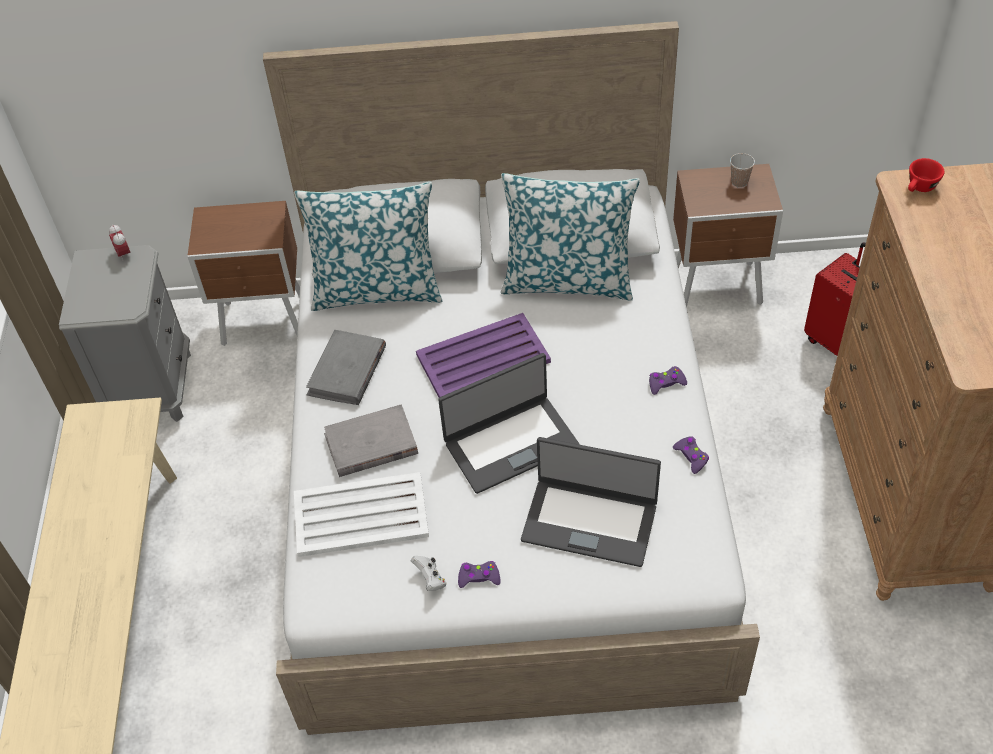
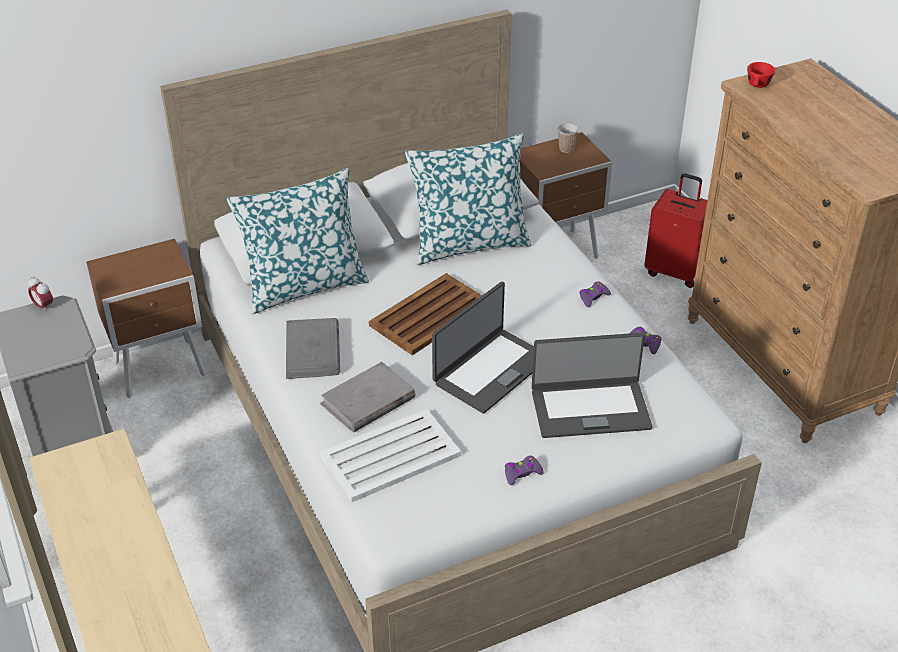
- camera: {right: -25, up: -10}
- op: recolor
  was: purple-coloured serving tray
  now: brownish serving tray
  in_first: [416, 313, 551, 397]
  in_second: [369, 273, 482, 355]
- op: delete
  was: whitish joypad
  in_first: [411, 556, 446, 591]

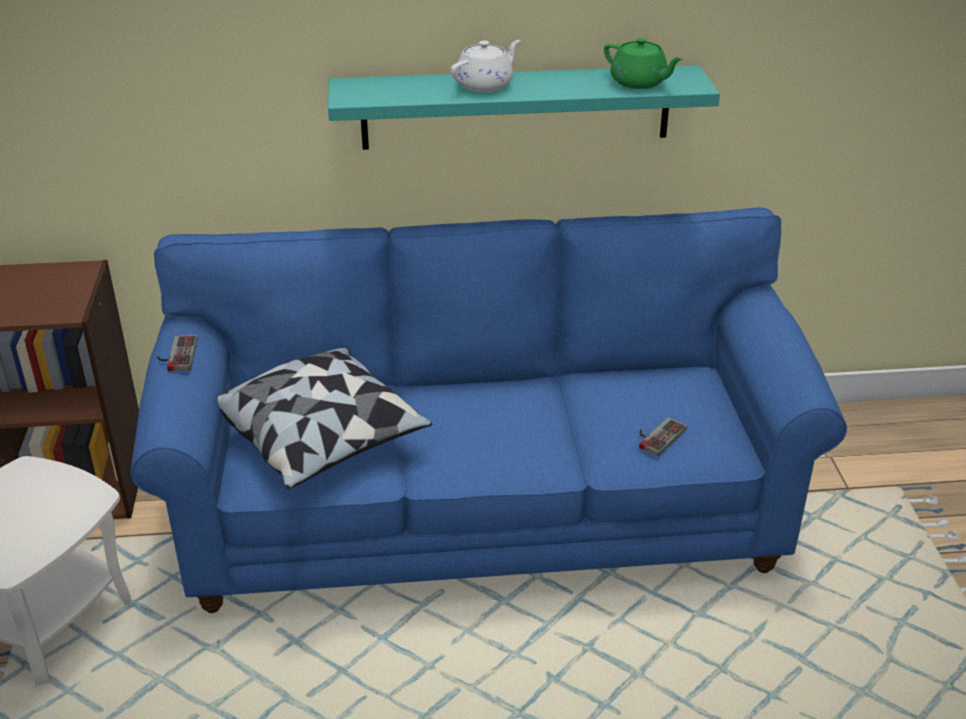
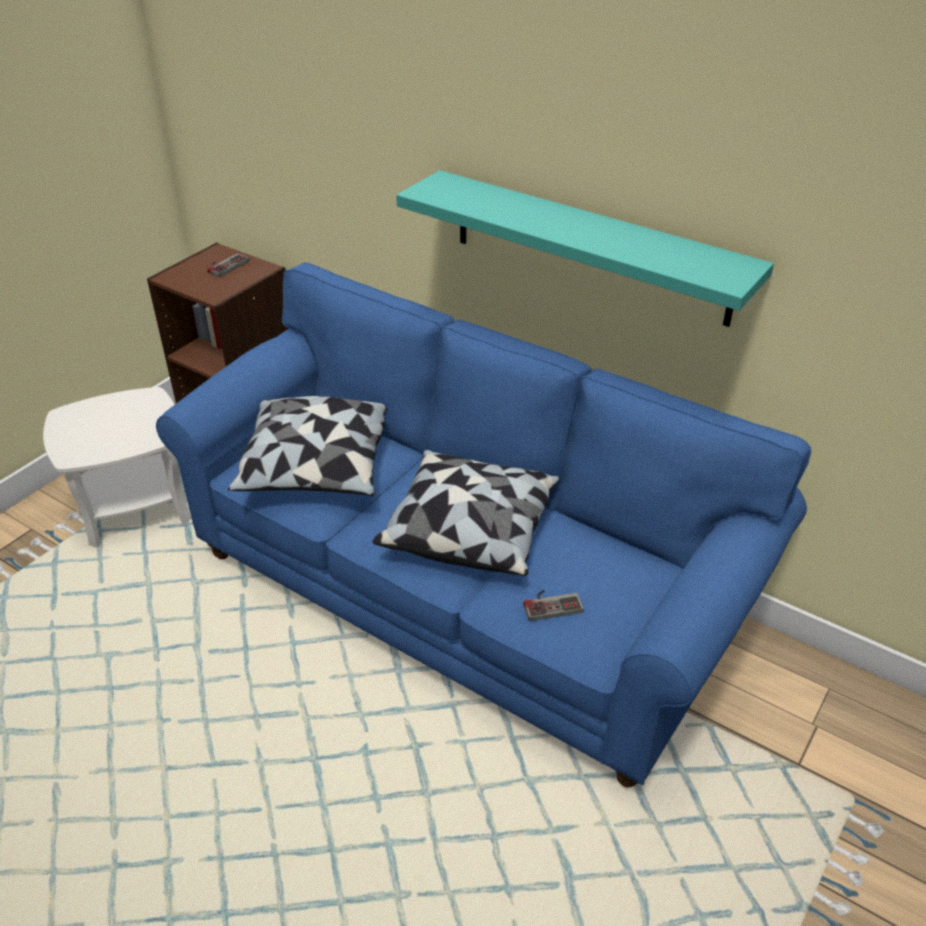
- camera: {right: 40, up: 5}
- op: move
  was: joypad
  in_first: [157, 335, 198, 371]
  in_second: [207, 253, 249, 277]
- op: insert
  now: cushion
  in_second: [372, 450, 560, 576]
- op: delete
  was: whitish pot for tea
  in_first: [451, 40, 521, 92]
- op: delete
  was: green pot for tea
  in_first: [604, 38, 683, 89]

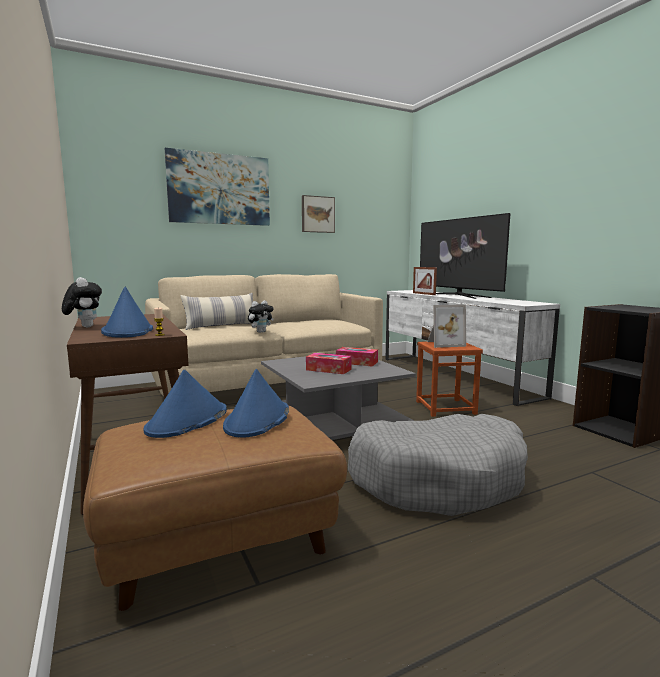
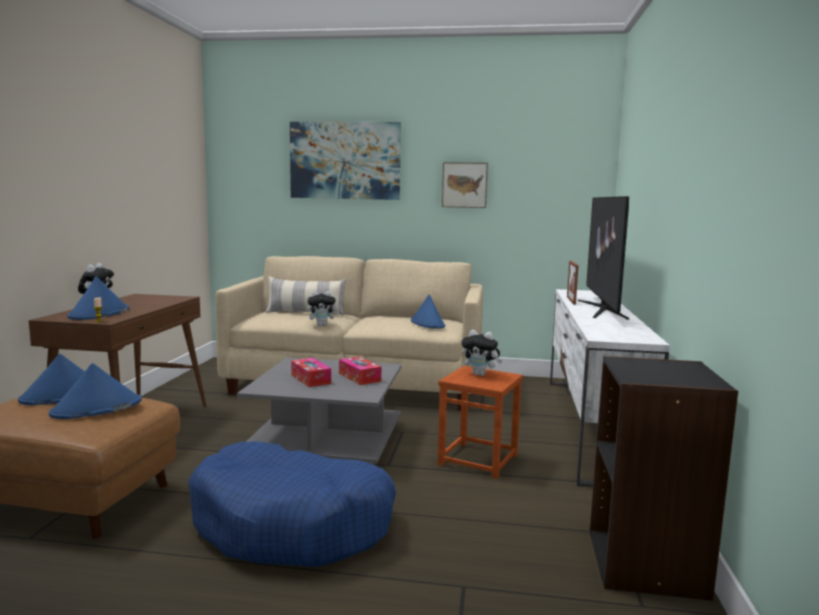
- camera: {right: 35, up: 0}
- op: recolor
  was: greyish dog bed
  now: bluish dog bed
  in_first: [348, 414, 528, 516]
  in_second: [188, 442, 396, 567]
- op: insert
  now: bluish hat
  in_second: [411, 294, 445, 329]
- op: replace
  was: standing frame
  now: plush toy
  in_first: [427, 304, 466, 348]
  in_second: [462, 330, 502, 376]

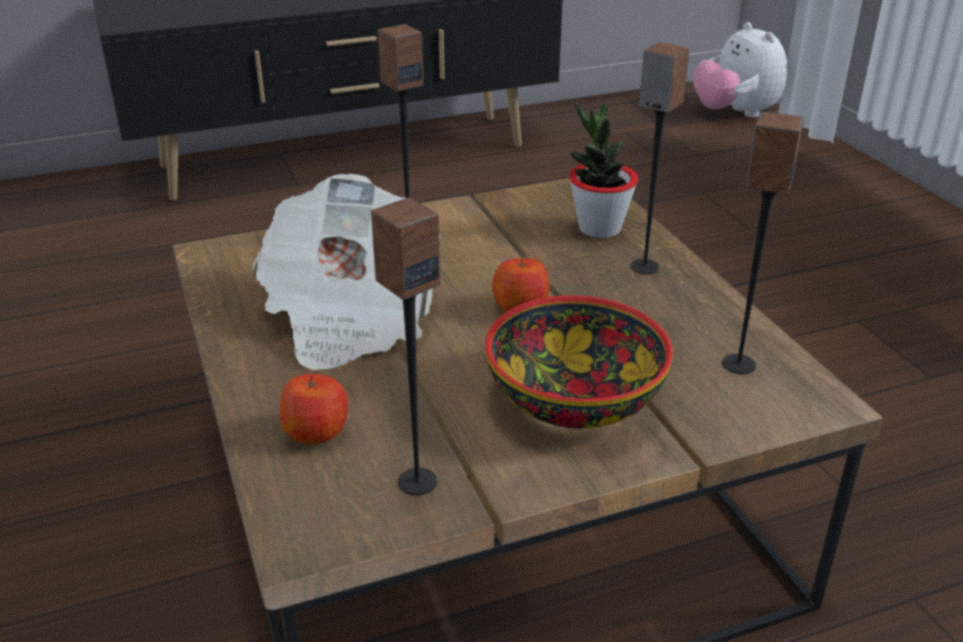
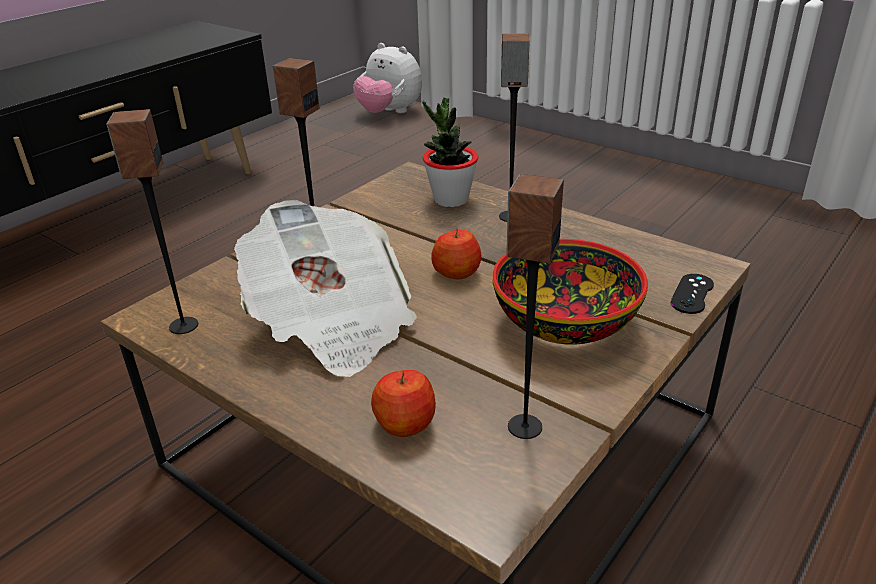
- camera: {right: -30, up: 0}
- op: move
  was: audio speaker
  in_first: [722, 112, 804, 374]
  in_second: [106, 109, 198, 334]
- op: insert
  now: blackish joypad
  in_second: [671, 274, 714, 314]

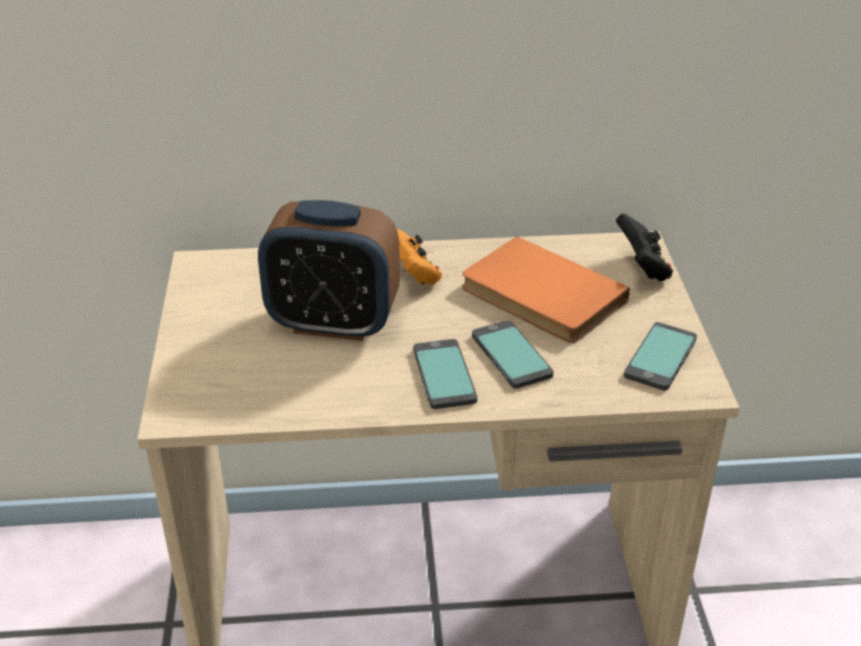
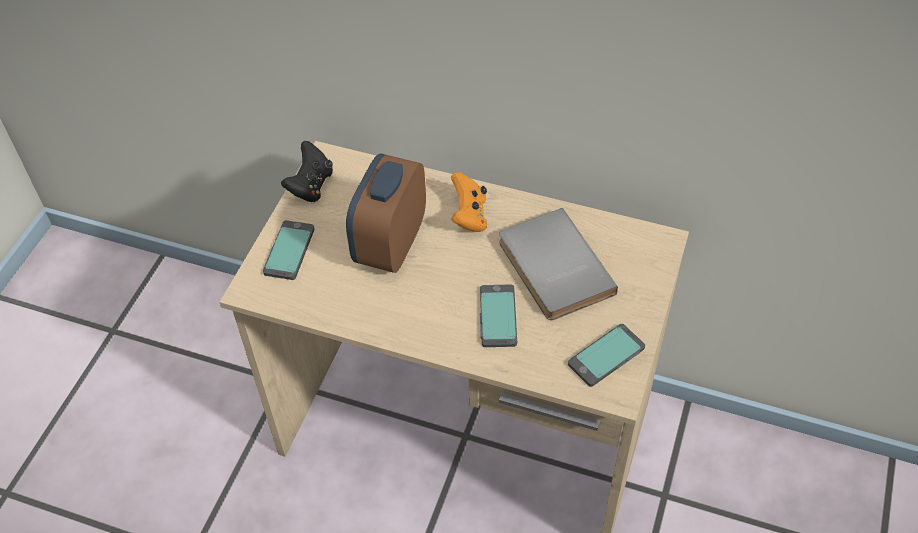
- camera: {right: 25, up: 15}
- op: move
  was: handset
  in_first: [413, 339, 477, 409]
  in_second: [263, 220, 315, 280]
- op: move
  was: blackish joypad
  in_first: [616, 214, 673, 281]
  in_second: [281, 141, 333, 202]
- op: rotate
  was: table clock
  in_first: [258, 200, 400, 341]
  in_second: [346, 154, 426, 273]
  clockwise: 75
- op: recolor
  was: orange-coloured volume
  now: greyish volume
  in_first: [462, 237, 630, 343]
  in_second: [499, 208, 618, 320]

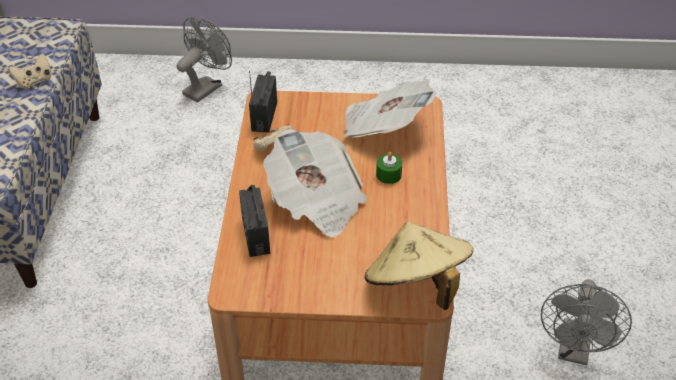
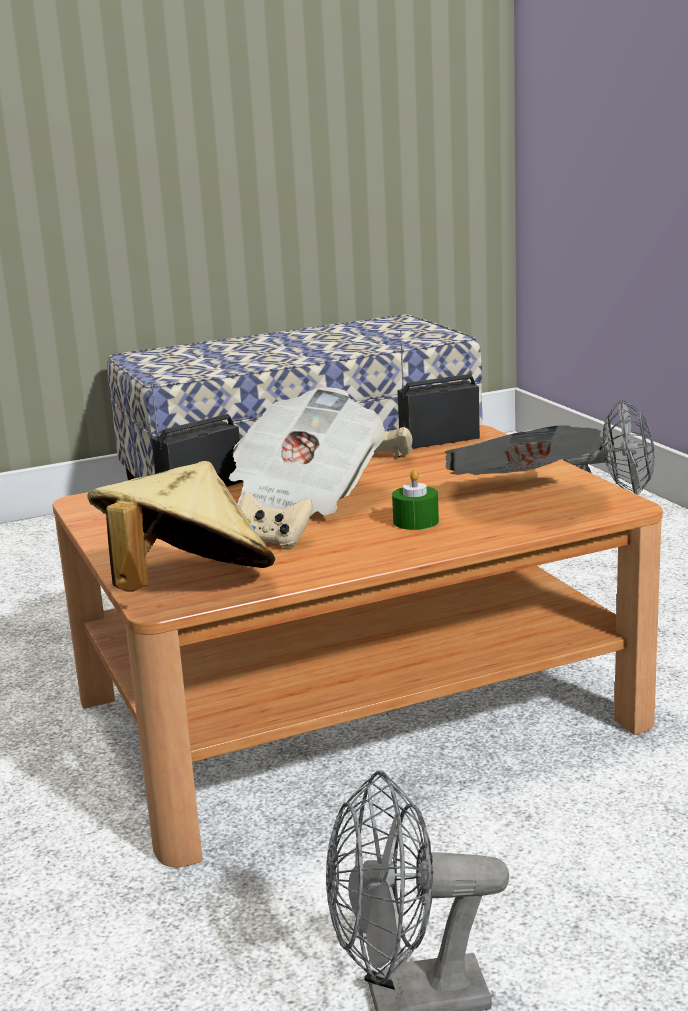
- camera: {right: 65, up: -25}
- op: move
  was: sand-coloured joypad
  in_first: [8, 53, 52, 89]
  in_second: [239, 492, 314, 547]

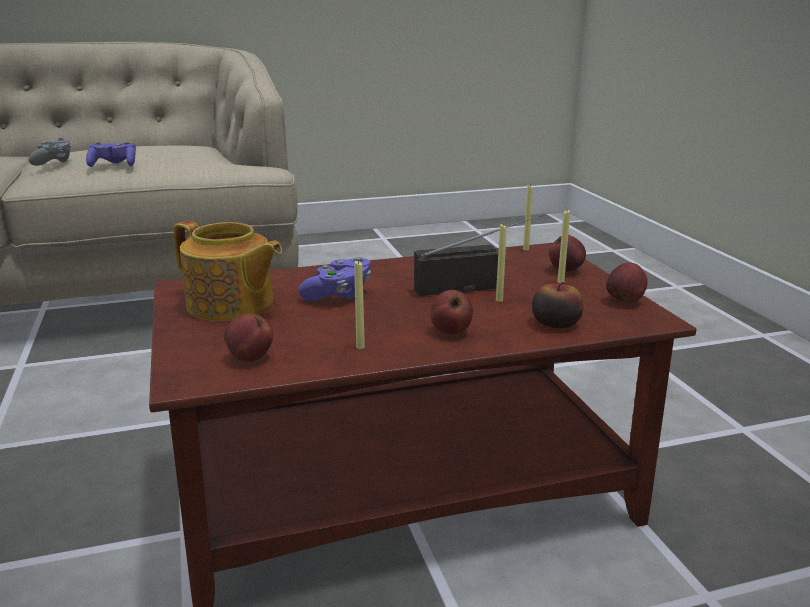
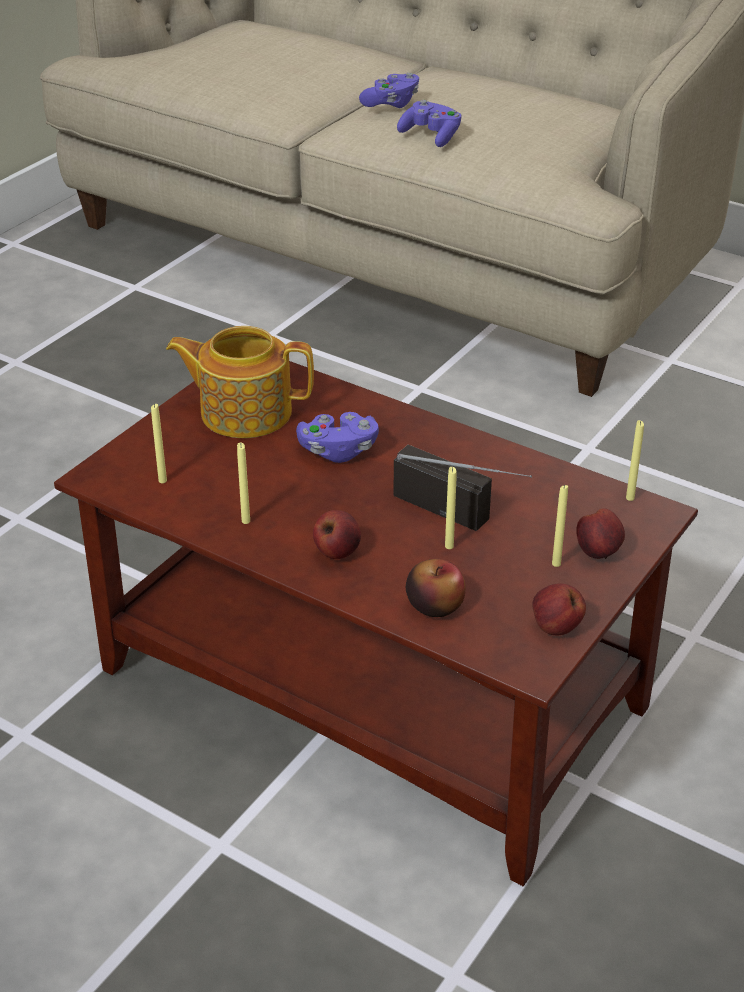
- camera: {right: 50, up: 15}
- op: replace
  was: apple
  now: yellowish wax candle
  in_first: [224, 313, 273, 362]
  in_second: [151, 404, 167, 483]
- op: rotate
  was: pot for tea
  in_first: [173, 221, 282, 321]
  in_second: [166, 326, 314, 438]
  clockwise: 105
- op: recolor
  was: greyish joypad
  now: purple-coloured joypad
  in_first: [29, 137, 72, 166]
  in_second: [359, 73, 419, 108]

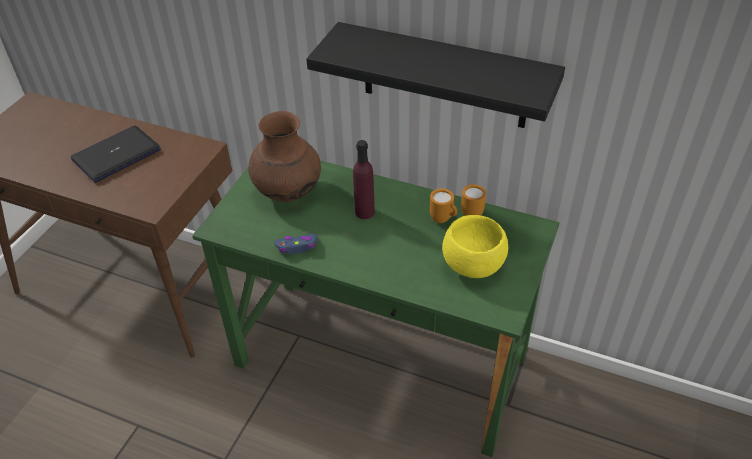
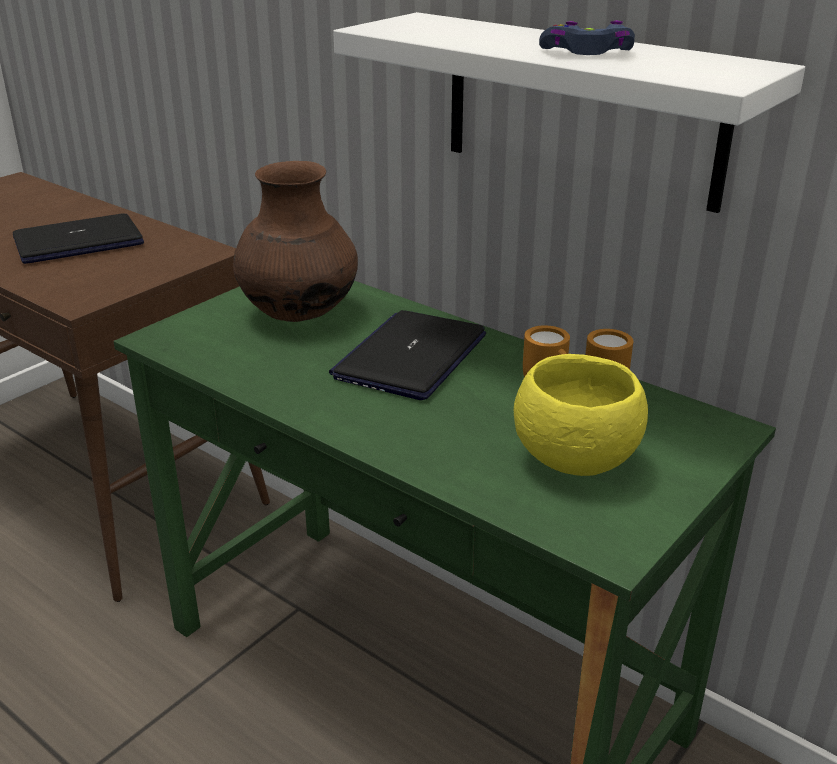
- camera: {right: 15, up: -15}
- op: replace
  was: purple-coloured bottle
  now: laptop
  in_first: [353, 140, 375, 219]
  in_second: [329, 310, 486, 400]
- op: recolor
  was: blackish bracket shelf
  now: whitish bracket shelf
  in_first: [306, 22, 565, 128]
  in_second: [333, 12, 805, 213]
- op: move
  was: bluish joypad
  in_first: [274, 234, 318, 254]
  in_second: [539, 20, 635, 55]

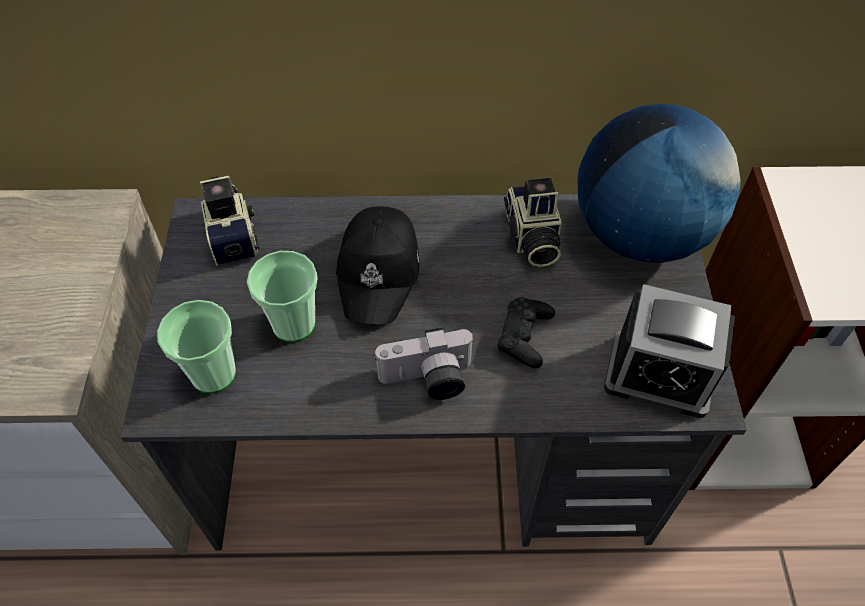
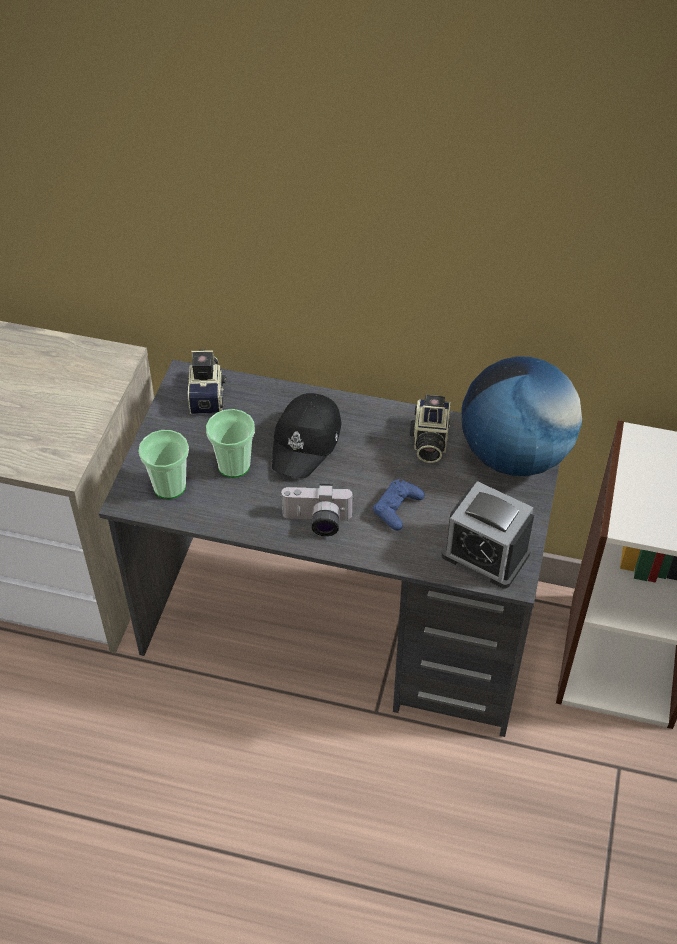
- camera: {right: 15, up: -5}
- op: recolor
  was: blackish joypad
  now: bluish joypad
  in_first: [497, 297, 555, 368]
  in_second: [373, 479, 425, 531]

